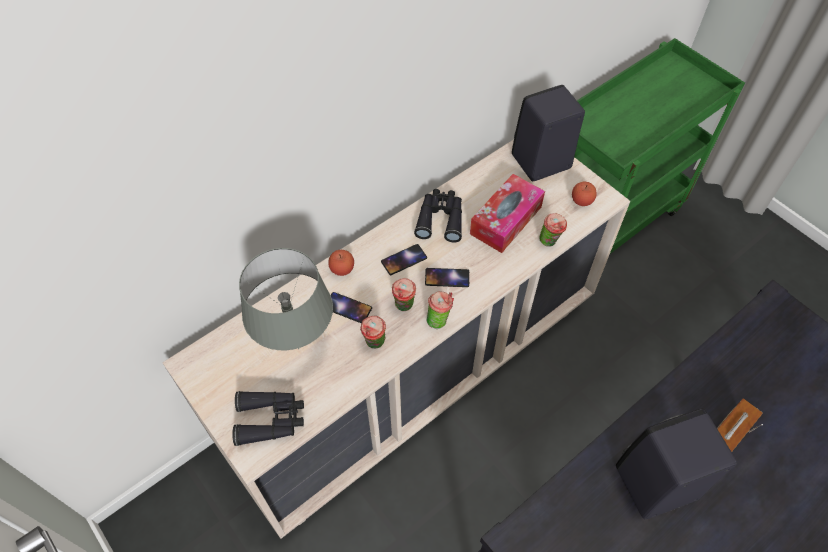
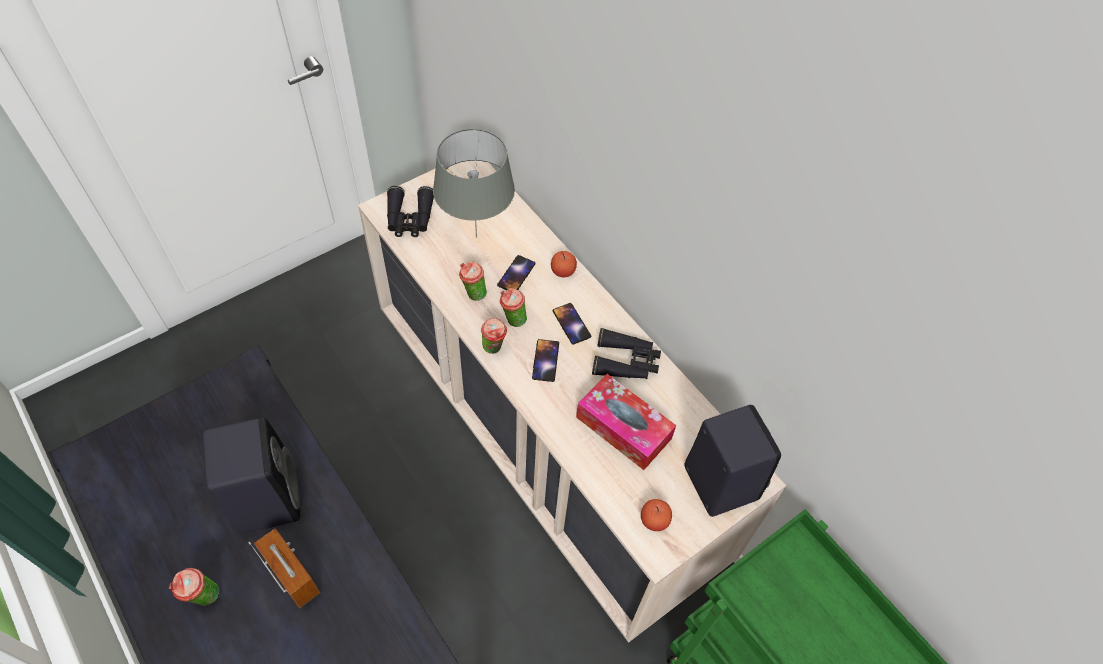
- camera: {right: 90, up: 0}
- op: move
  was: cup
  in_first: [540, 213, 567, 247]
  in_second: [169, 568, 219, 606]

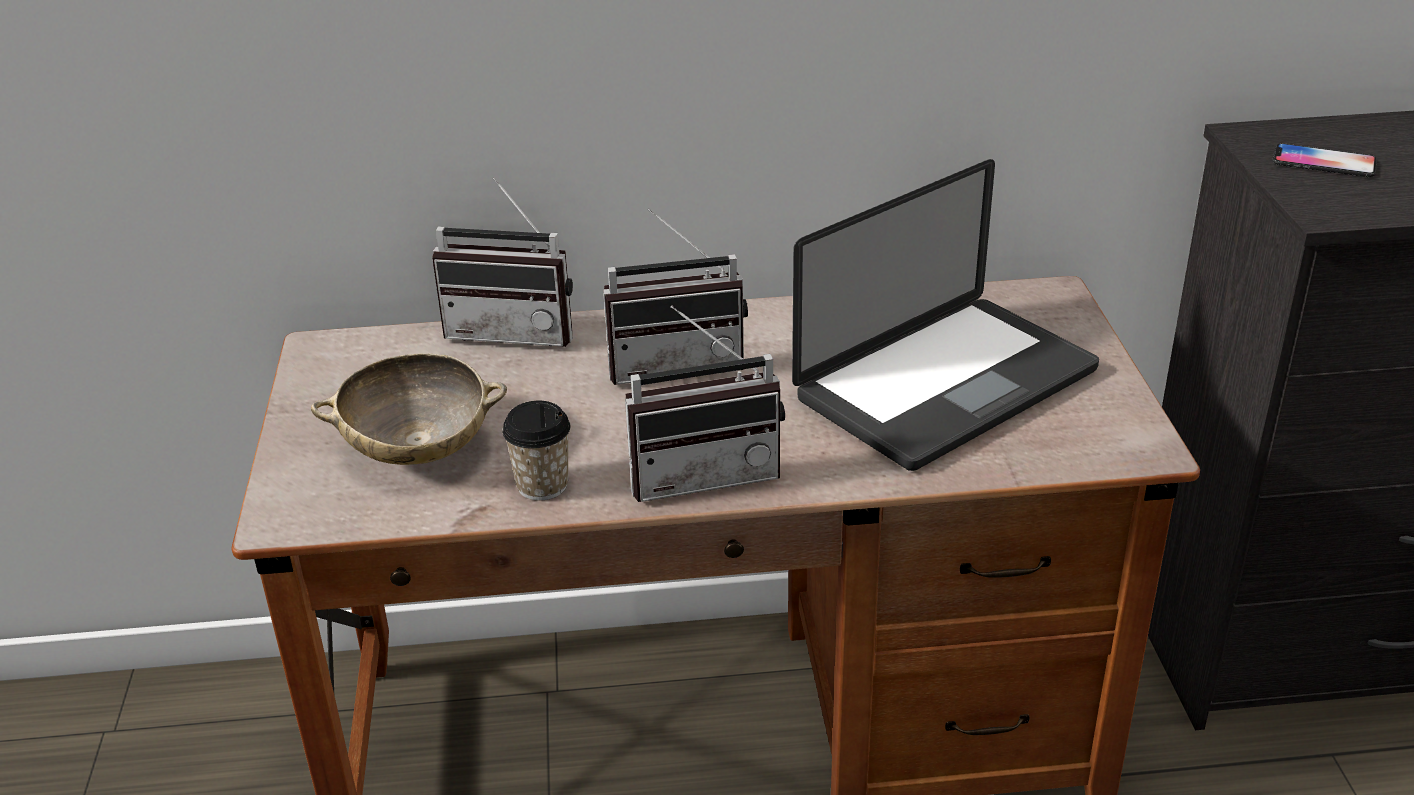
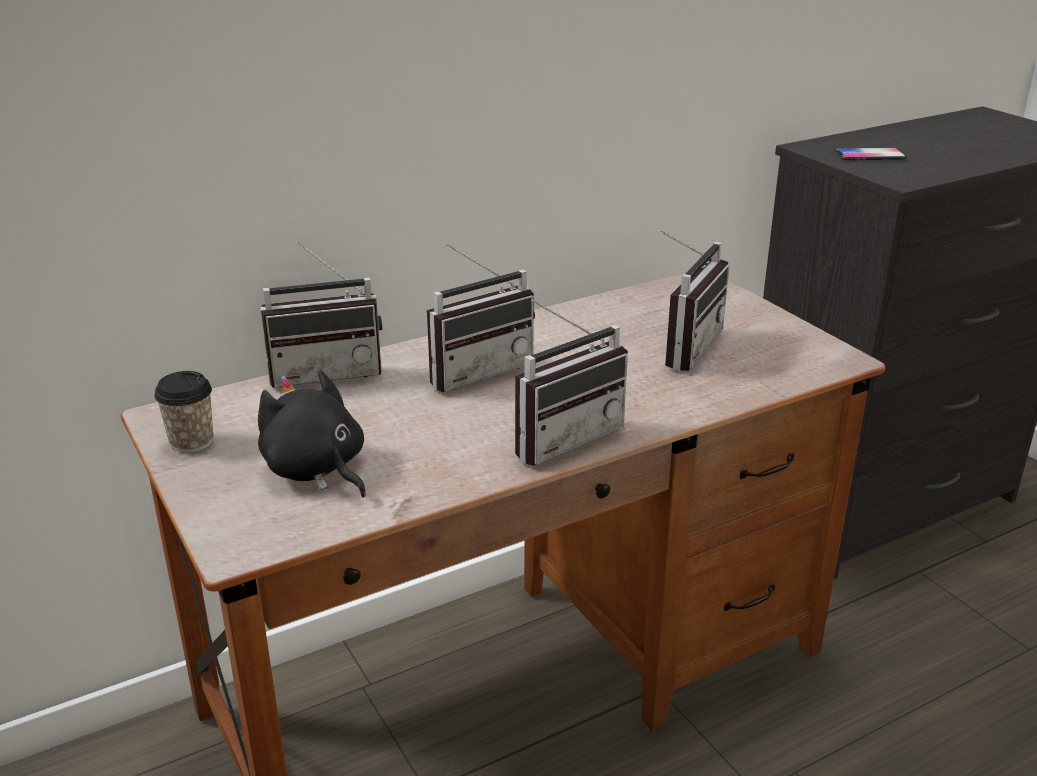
- camera: {right: -25, up: -5}
- op: move
  was: cup
  in_first: [502, 401, 571, 500]
  in_second: [154, 371, 213, 453]
- op: replace
  was: sand-coloured deep dish
  now: blackish plush toy
  in_first: [311, 354, 507, 465]
  in_second: [258, 370, 366, 498]
- op: replace
  was: laptop
  now: radio receiver
  in_first: [792, 159, 1099, 471]
  in_second: [659, 230, 730, 371]

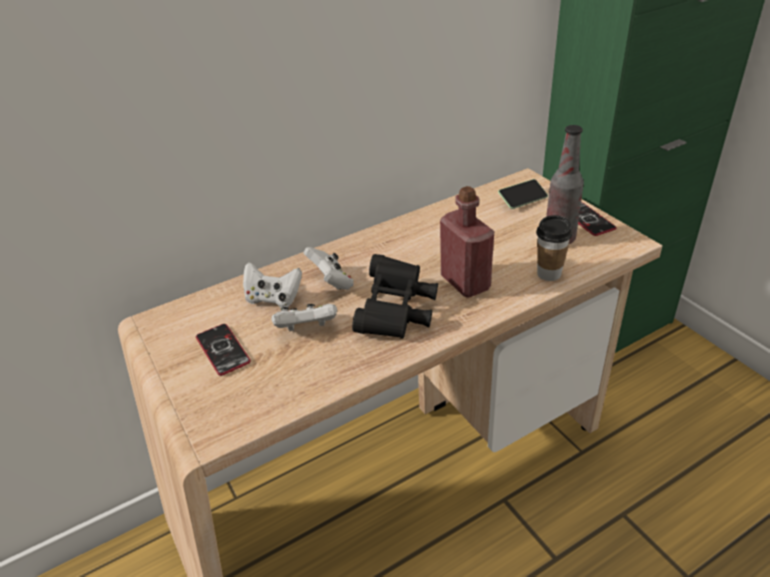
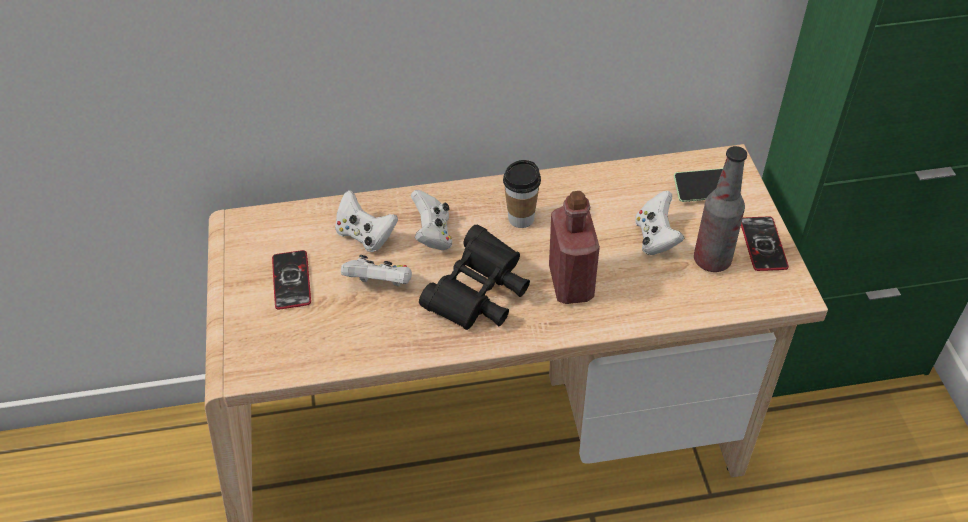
- camera: {right: 20, up: 10}
- op: move
  was: cup
  in_first: [536, 215, 572, 281]
  in_second: [503, 160, 541, 228]
- op: insert
  now: whitish joypad
  in_second: [635, 191, 684, 255]

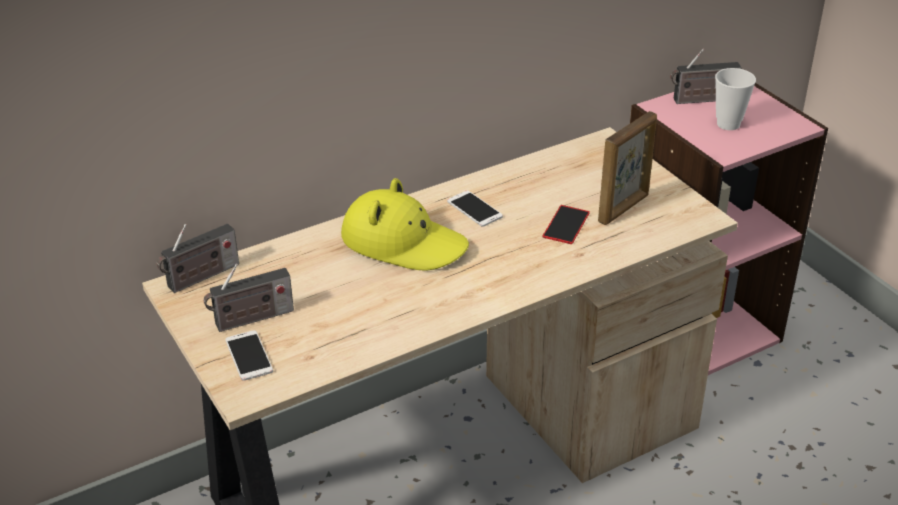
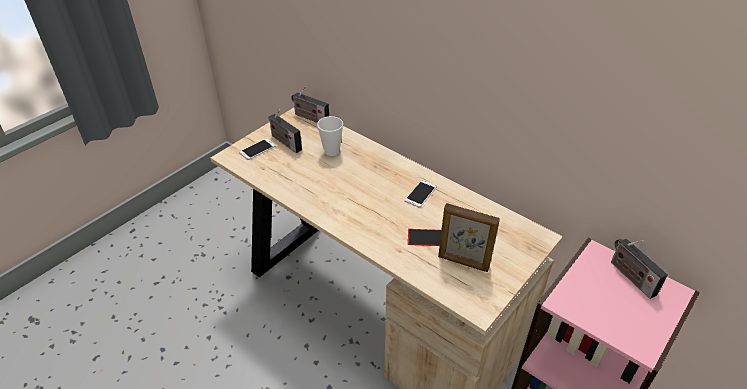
- camera: {right: 70, up: 5}
- op: move
  was: cup
  in_first: [715, 68, 756, 130]
  in_second: [317, 116, 343, 156]
- op: delete
  was: yellowish hat
  in_first: [341, 178, 469, 271]

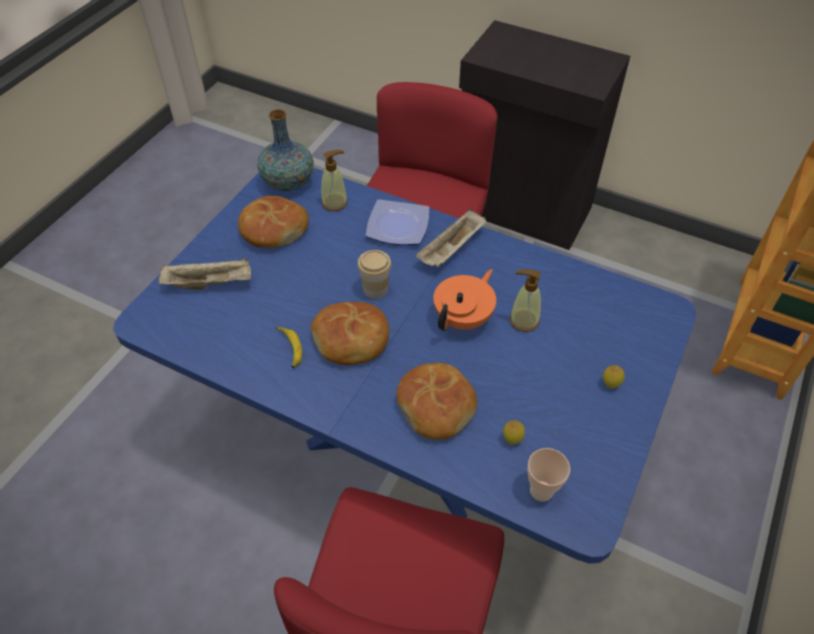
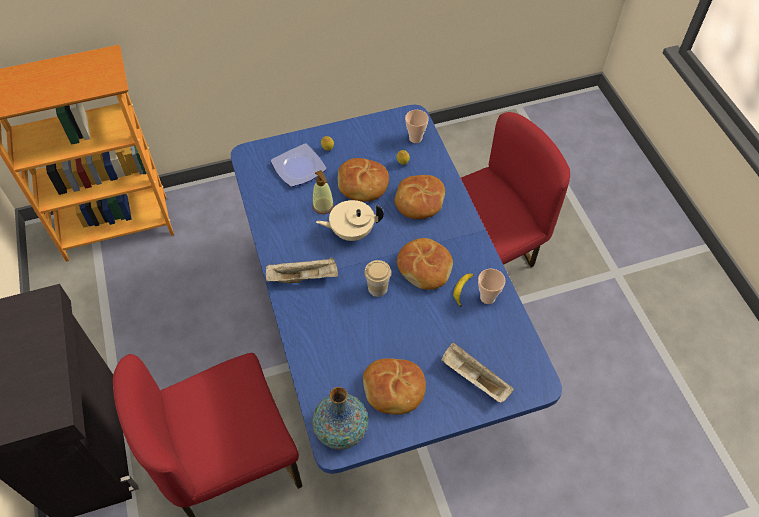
- camera: {right: -135, up: 5}
- op: move
  was: dinner plate
  in_first: [366, 199, 429, 245]
  in_second: [271, 143, 327, 187]
- op: recolor
  was: orange-coloured pot for tea
  now: sand-coloured pot for tea
  in_first: [433, 269, 496, 331]
  in_second: [316, 200, 384, 241]
- op: insert
  now: bread
  in_second: [338, 158, 389, 202]
- op: insert
  now: cup
  in_second: [478, 269, 505, 304]
- op: delete
  was: soap dispenser
  in_first: [321, 150, 348, 211]

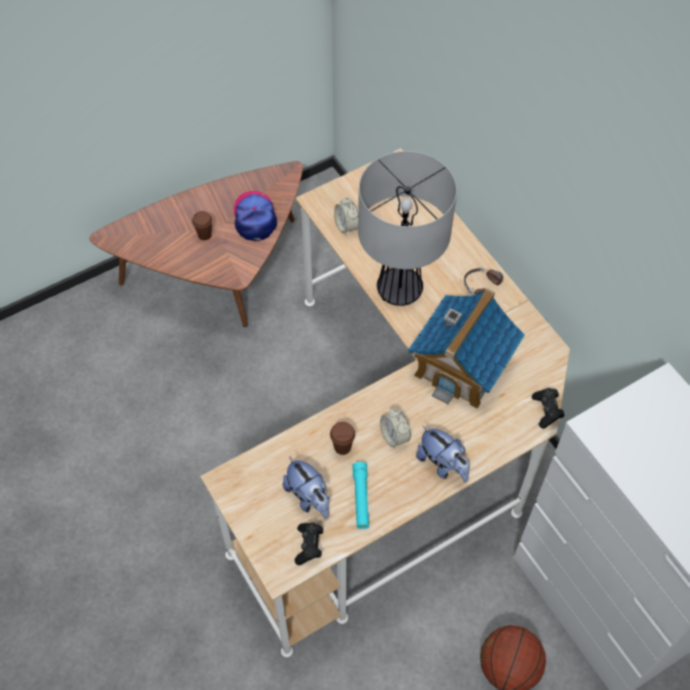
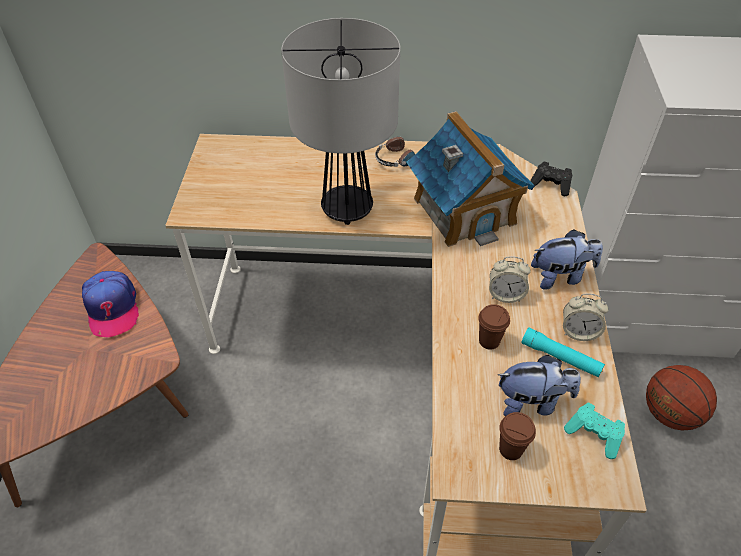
- camera: {right: -55, up: -10}
- op: rotate
  was: baseball cap
  in_first: [234, 191, 277, 241]
  in_second: [82, 271, 139, 337]
  clockwise: -135
- op: move
  was: brownish cup
  in_first: [192, 211, 212, 240]
  in_second: [499, 412, 536, 460]
- op: move
  was: table clock
  in_first: [334, 197, 358, 236]
  in_second: [563, 294, 609, 341]
- op: recolor
  was: blackish joypad
  now: turquoise-coloured joypad
  in_first: [295, 522, 323, 565]
  in_second: [564, 403, 625, 459]

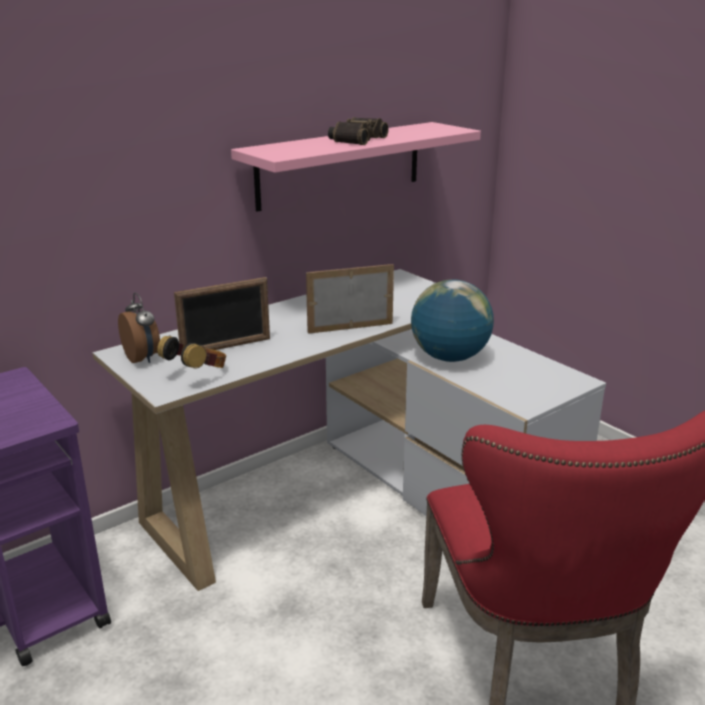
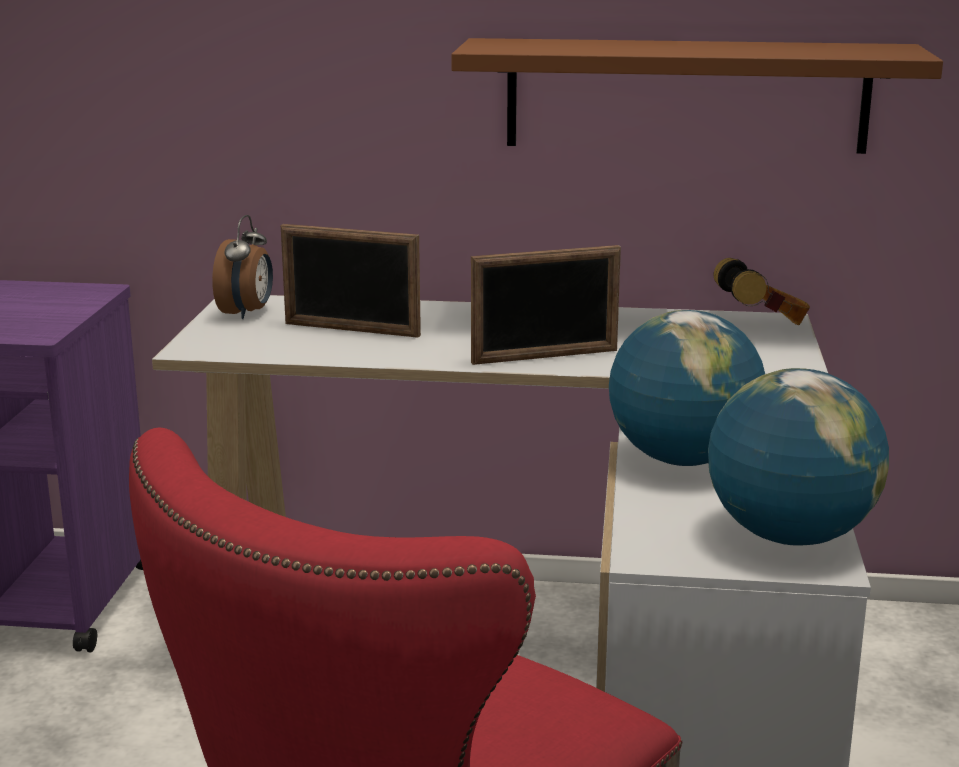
- camera: {right: 45, up: -5}
- op: recolor
  was: pink bracket shelf
  now: brownish bracket shelf
  in_first: [231, 122, 481, 212]
  in_second: [451, 38, 943, 154]
- op: rotate
  was: standing frame
  in_first: [306, 264, 394, 334]
  in_second: [471, 245, 621, 365]
  clockwise: 135
- op: insert
  now: globe
  in_second: [708, 368, 889, 546]
- op: move
  was: headset
  in_first: [157, 336, 226, 369]
  in_second: [714, 258, 810, 325]
- op: delete
  was: pair of binoculars
  in_first: [328, 117, 388, 145]

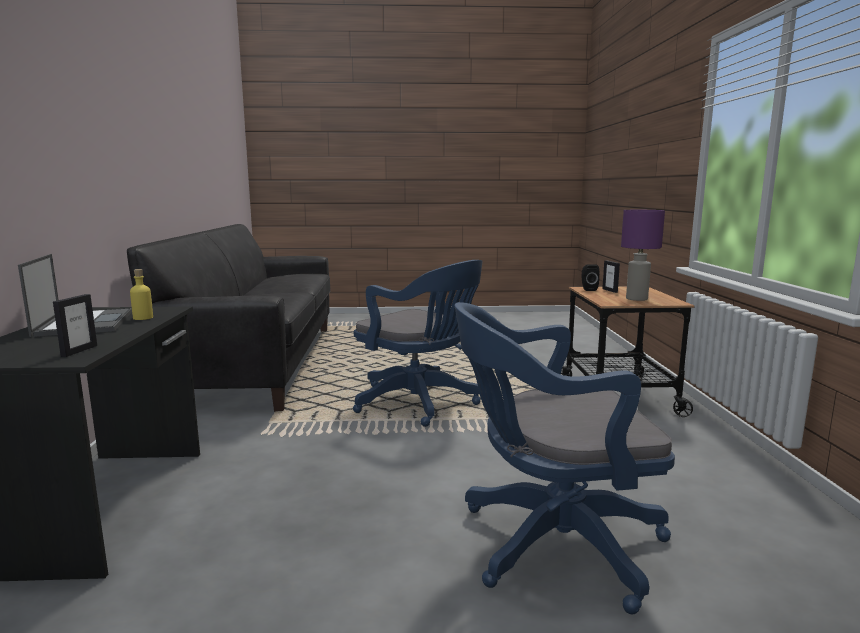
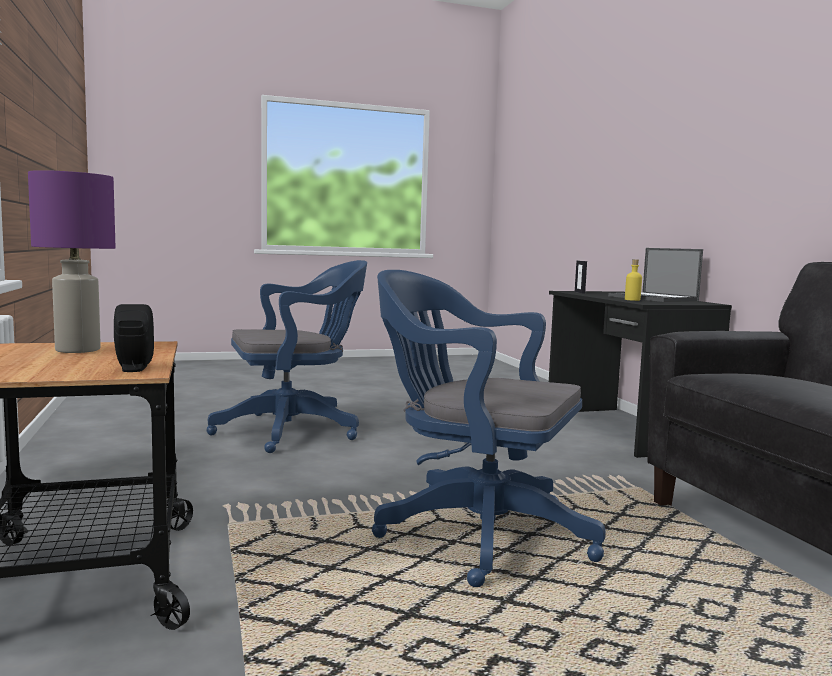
- camera: {right: 165, up: -5}
- op: delete
  was: standing frame
  in_first: [602, 260, 620, 293]

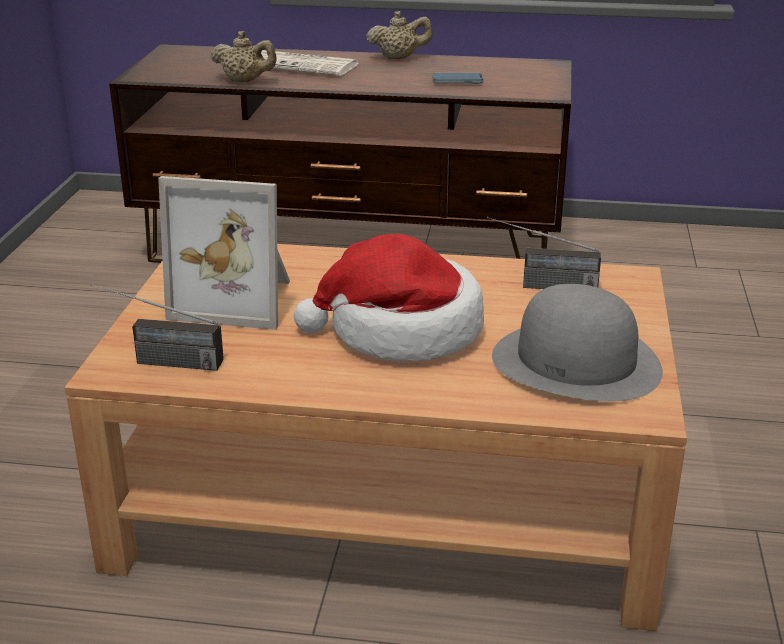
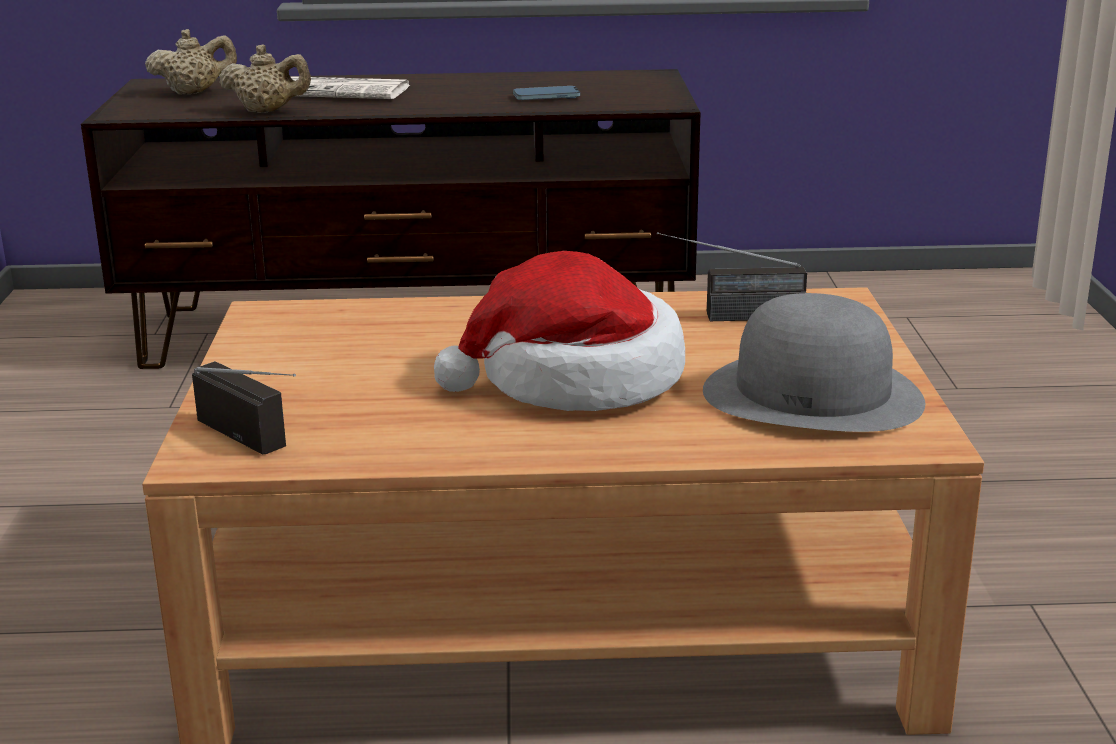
- camera: {right: -10, up: -5}
- op: move
  was: sand-coloured pot for tea
  in_first: [366, 11, 433, 60]
  in_second: [145, 29, 237, 94]
- op: rotate
  was: radio receiver
  in_first: [91, 283, 224, 371]
  in_second: [192, 361, 296, 454]
  clockwise: -135
- op: delete
  was: standing frame
  in_first: [158, 176, 290, 330]

